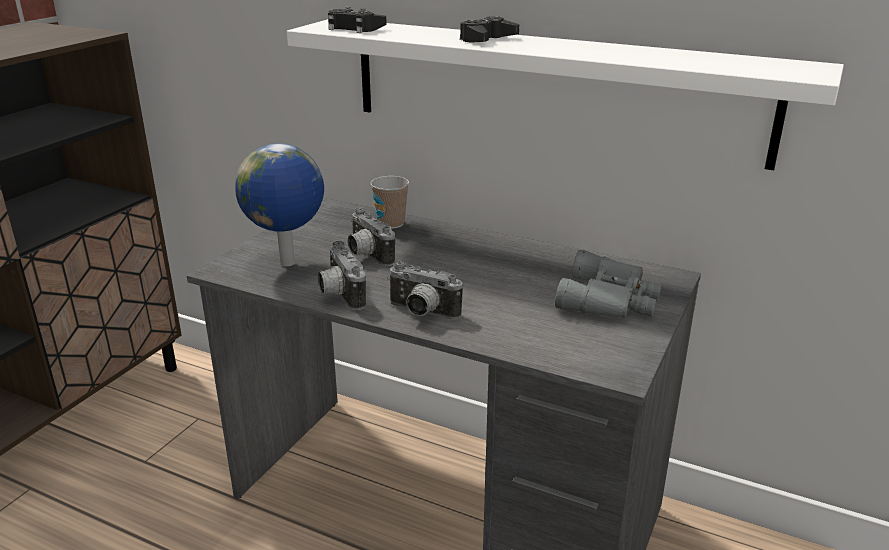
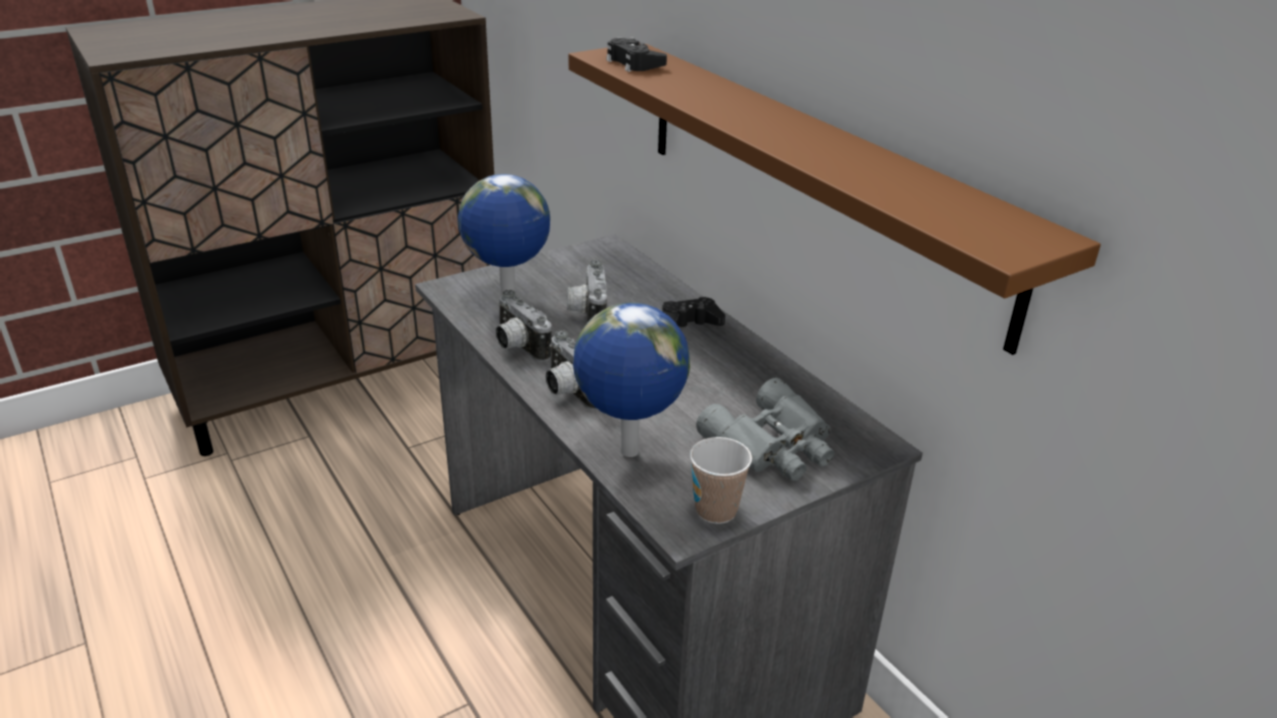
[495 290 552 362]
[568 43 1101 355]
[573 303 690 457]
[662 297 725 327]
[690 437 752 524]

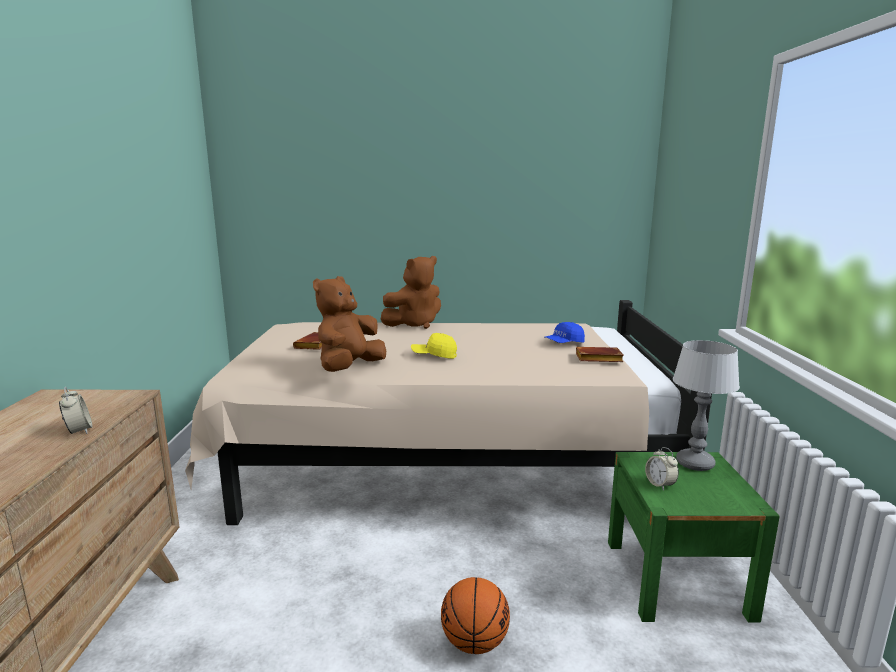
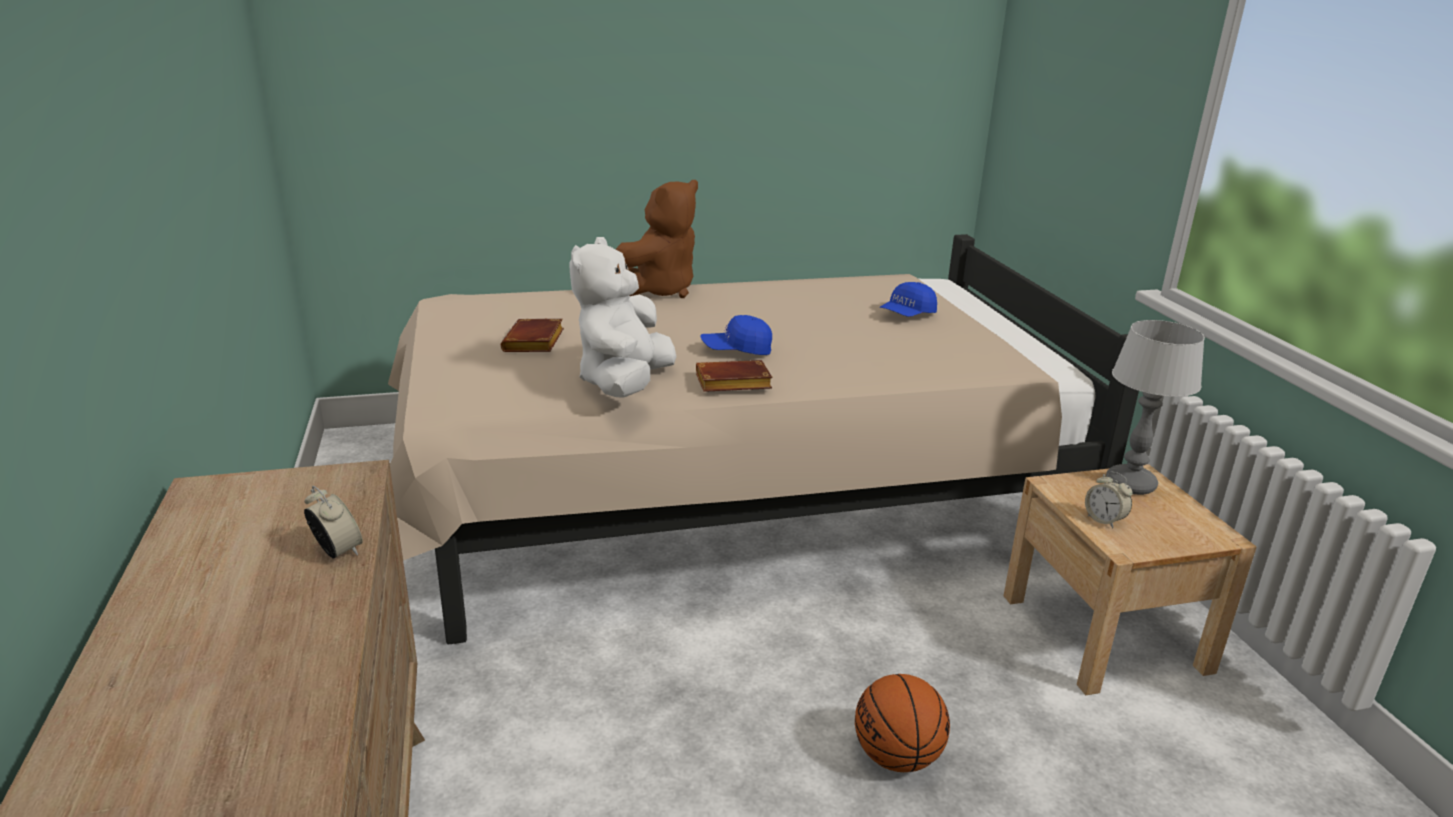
[569 237 677 398]
[696 360 772 392]
[700 315 772 355]
[1003 464 1257 695]

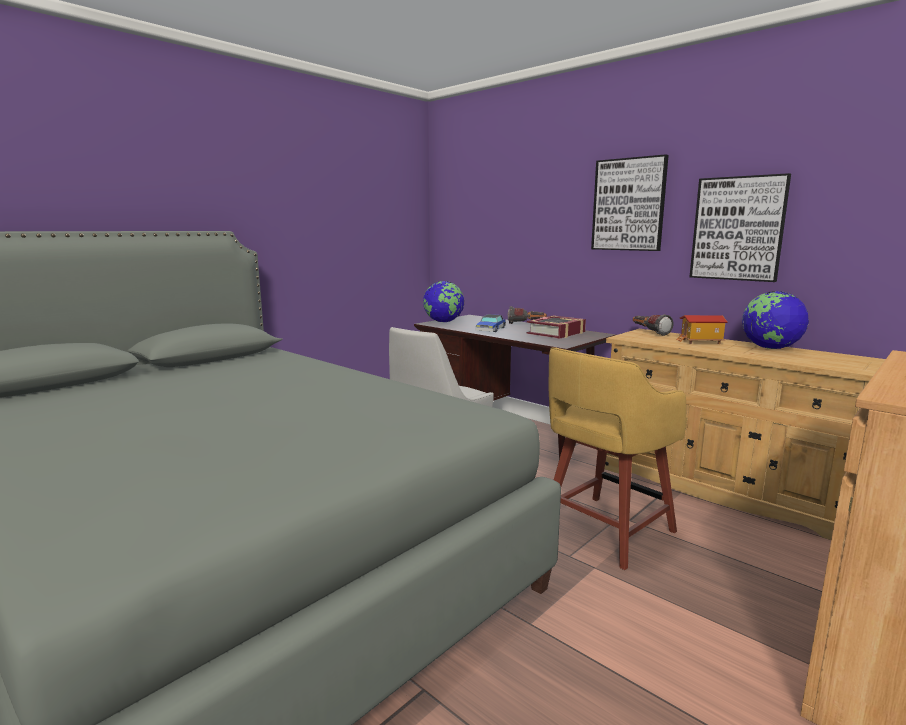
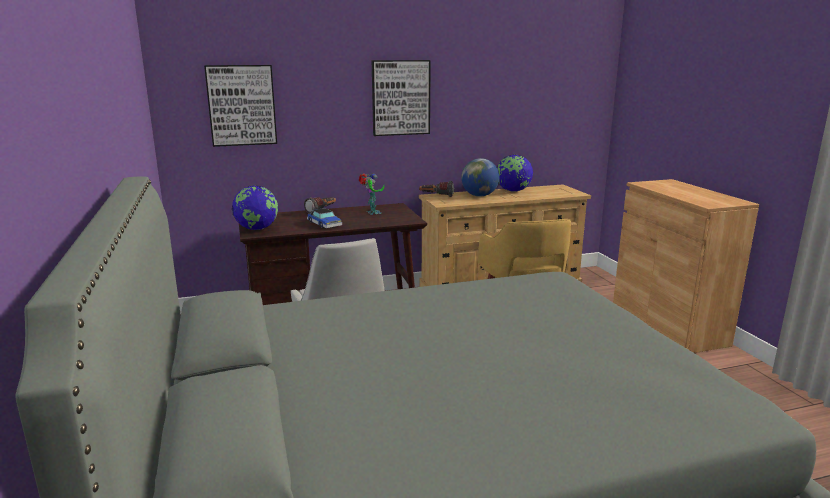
[204 65 277 147]
[359 173 385 215]
[461 158 499 197]

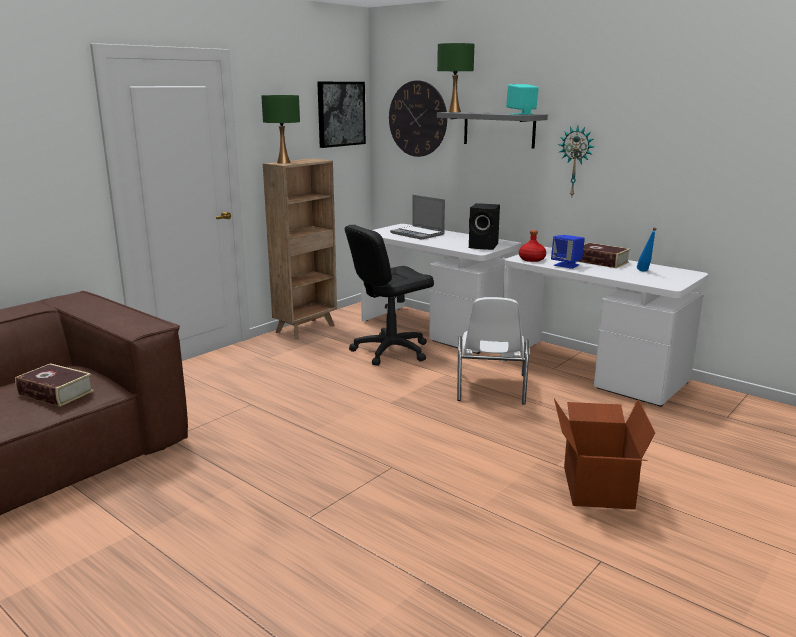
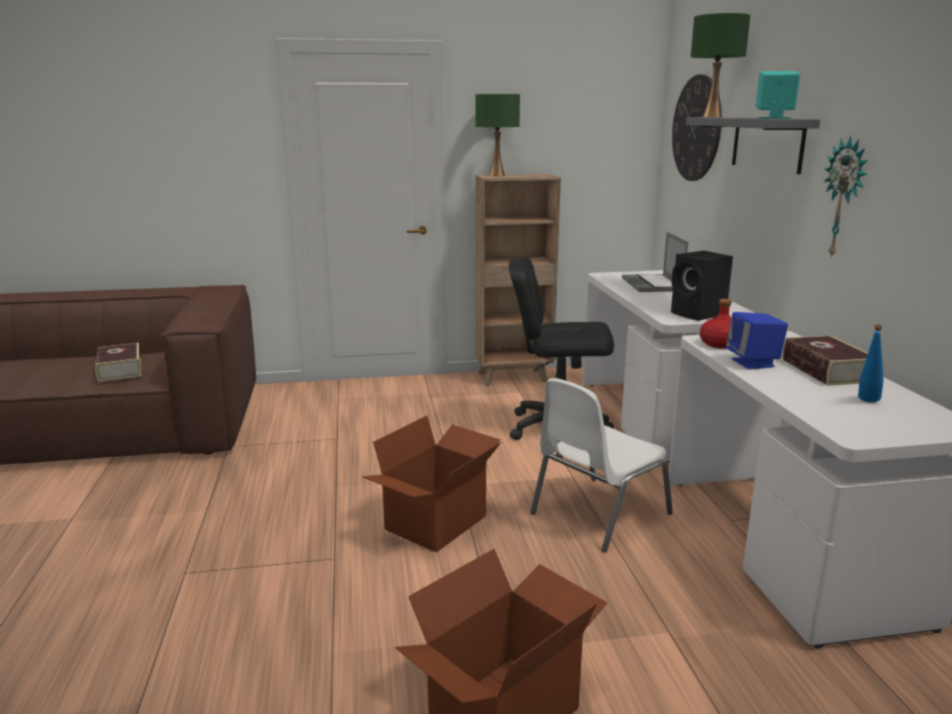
[362 415 501 552]
[317 82 366 148] (first image)

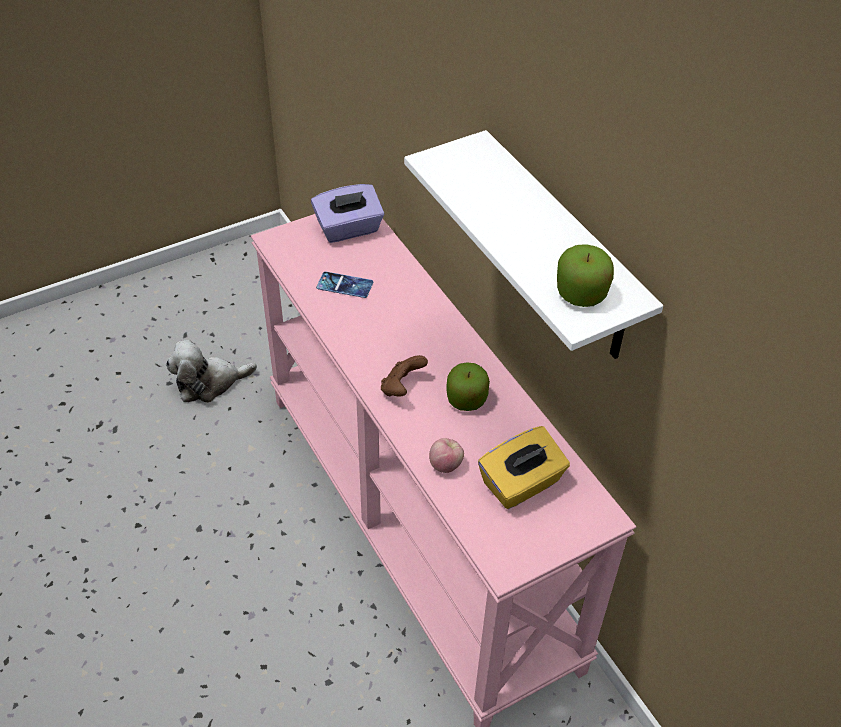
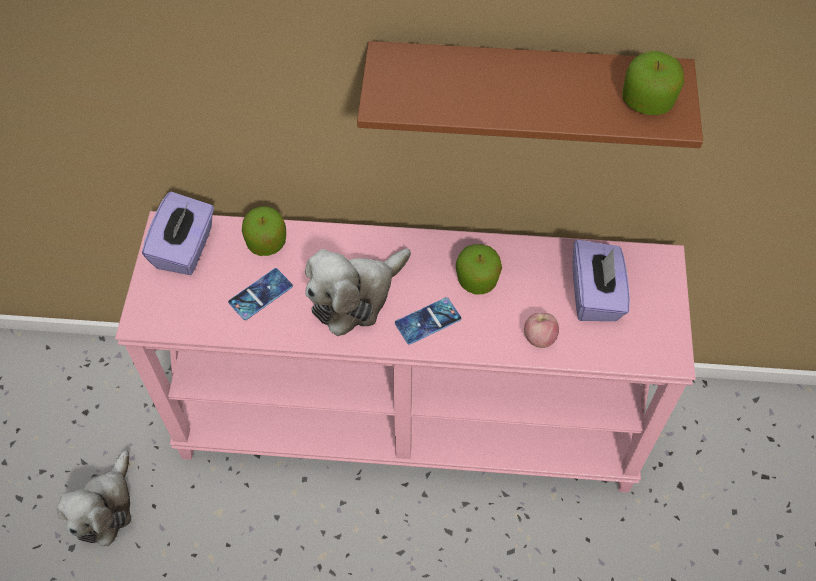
[242 206 286 256]
[305 249 411 336]
[357 41 703 148]
[395 297 461 345]
[573 240 630 321]

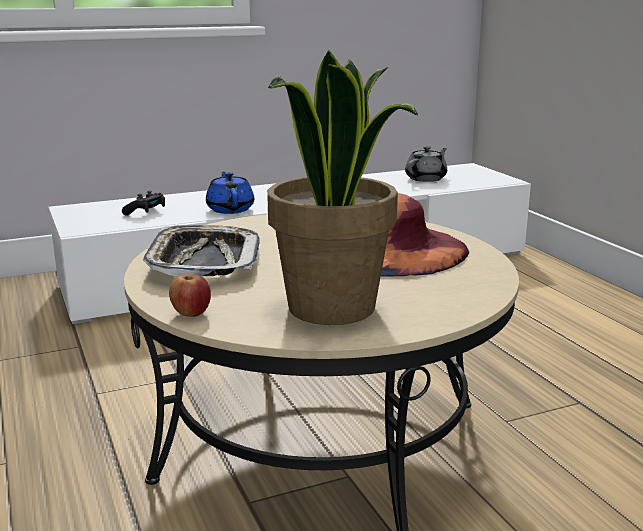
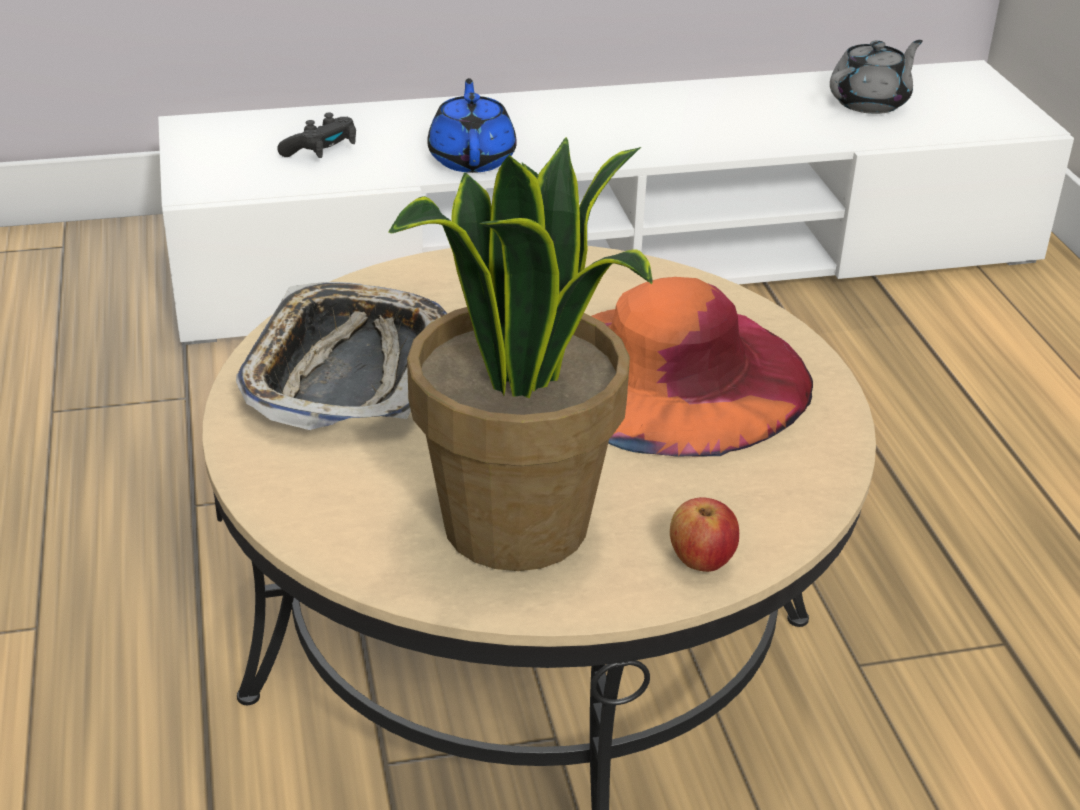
[670 497 739 572]

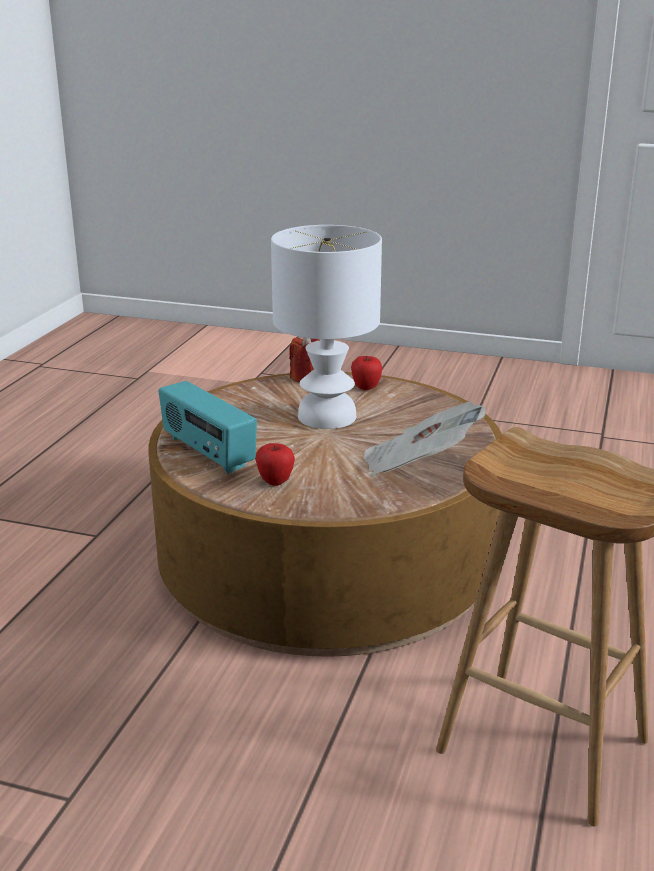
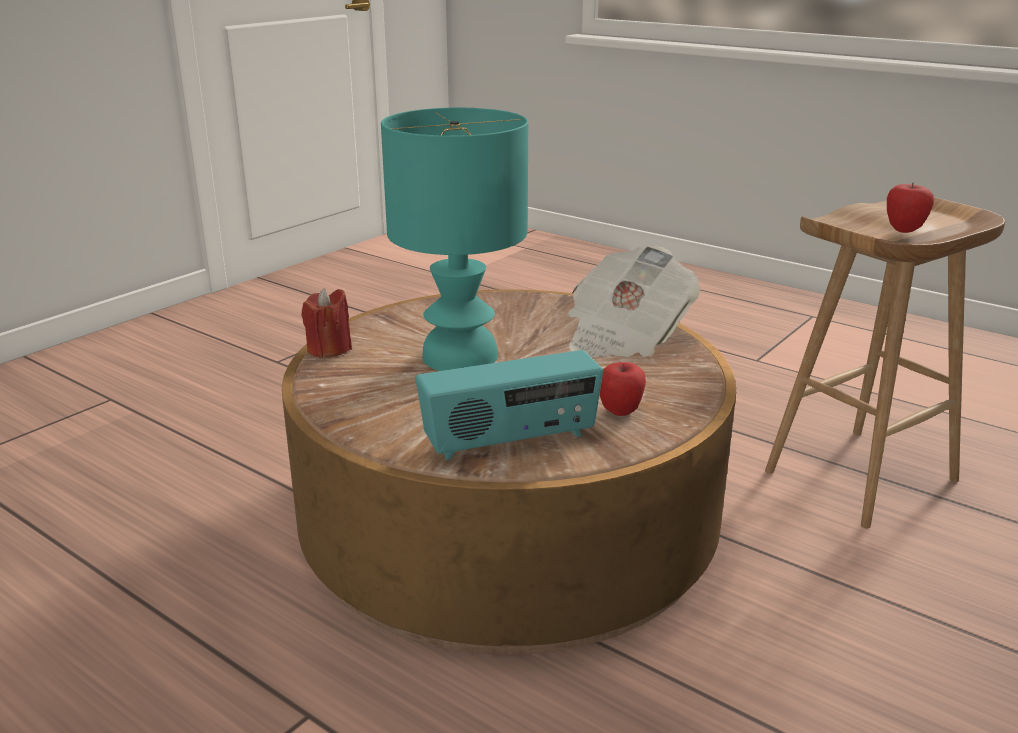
[381 108 528 371]
[887 182 934 233]

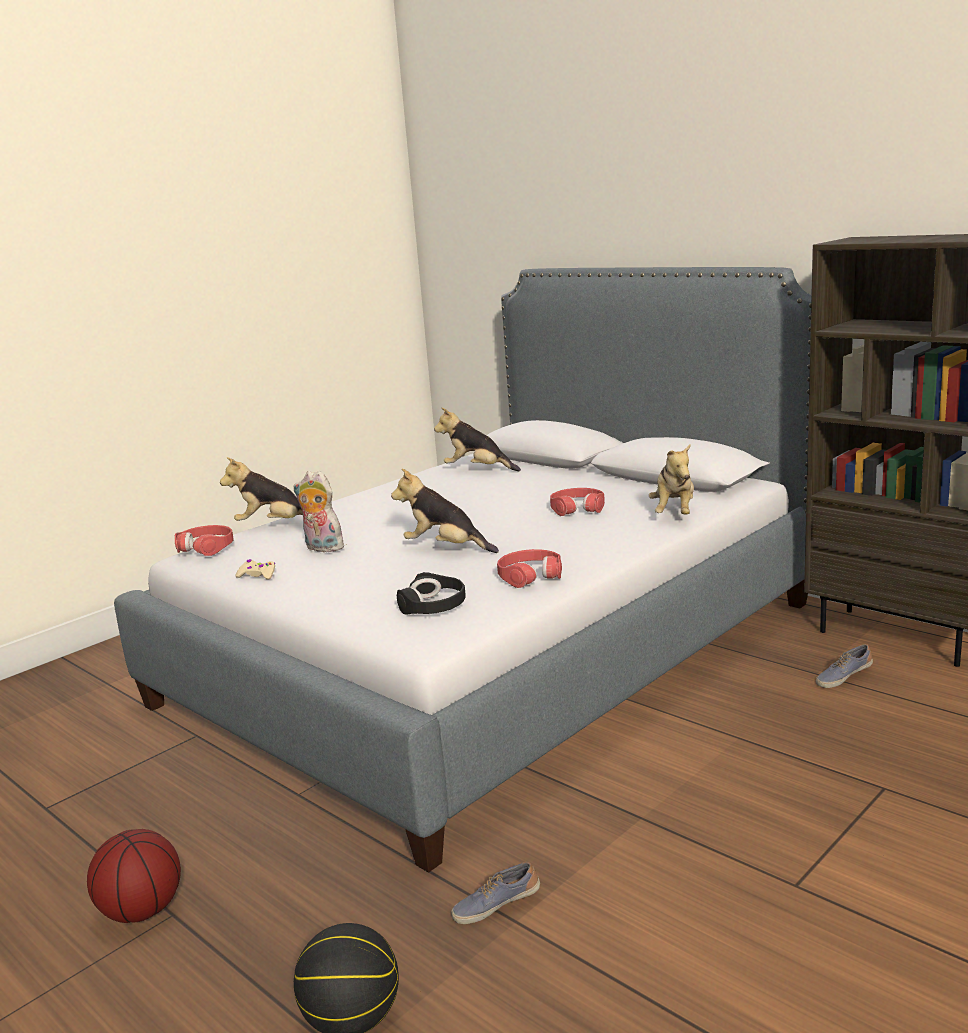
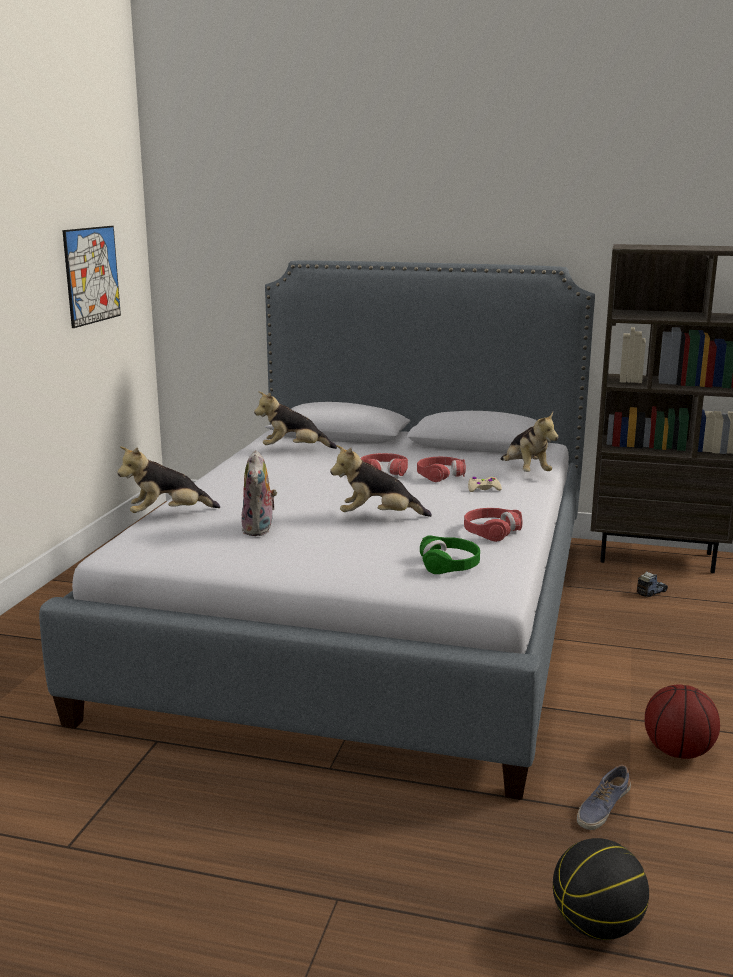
[62 226 121 328]
[242 450 277 536]
[360 453 408 476]
[420 535 480 574]
[468 477 502 492]
[637 571 668 597]
[645 684 720 759]

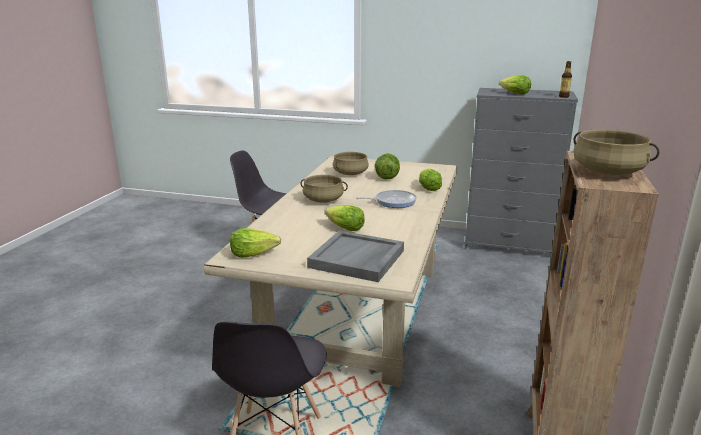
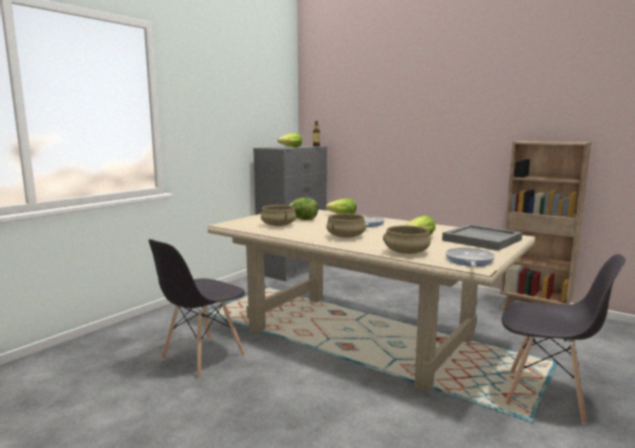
[383 225 431 254]
[445 248 495 266]

